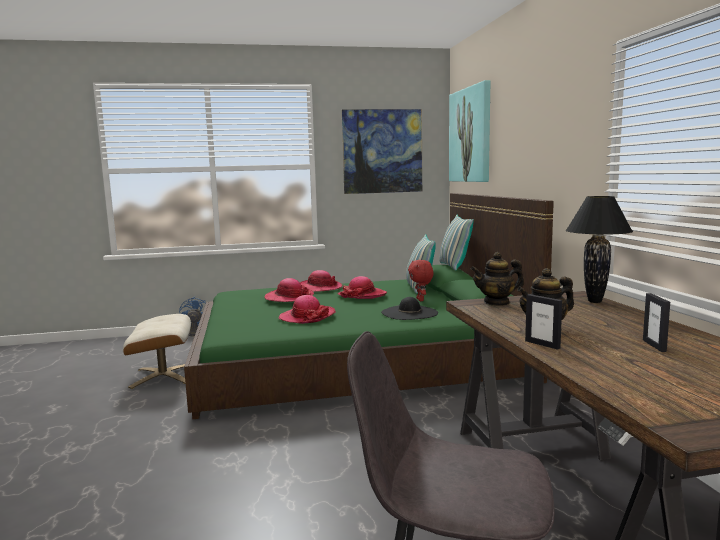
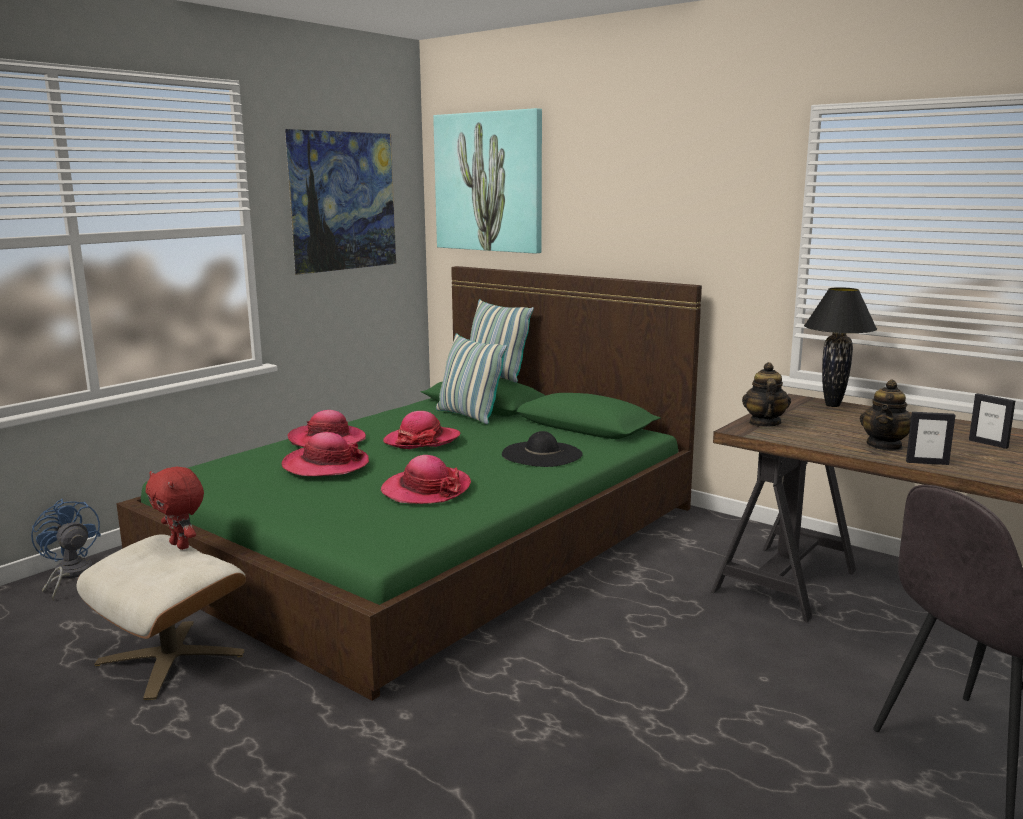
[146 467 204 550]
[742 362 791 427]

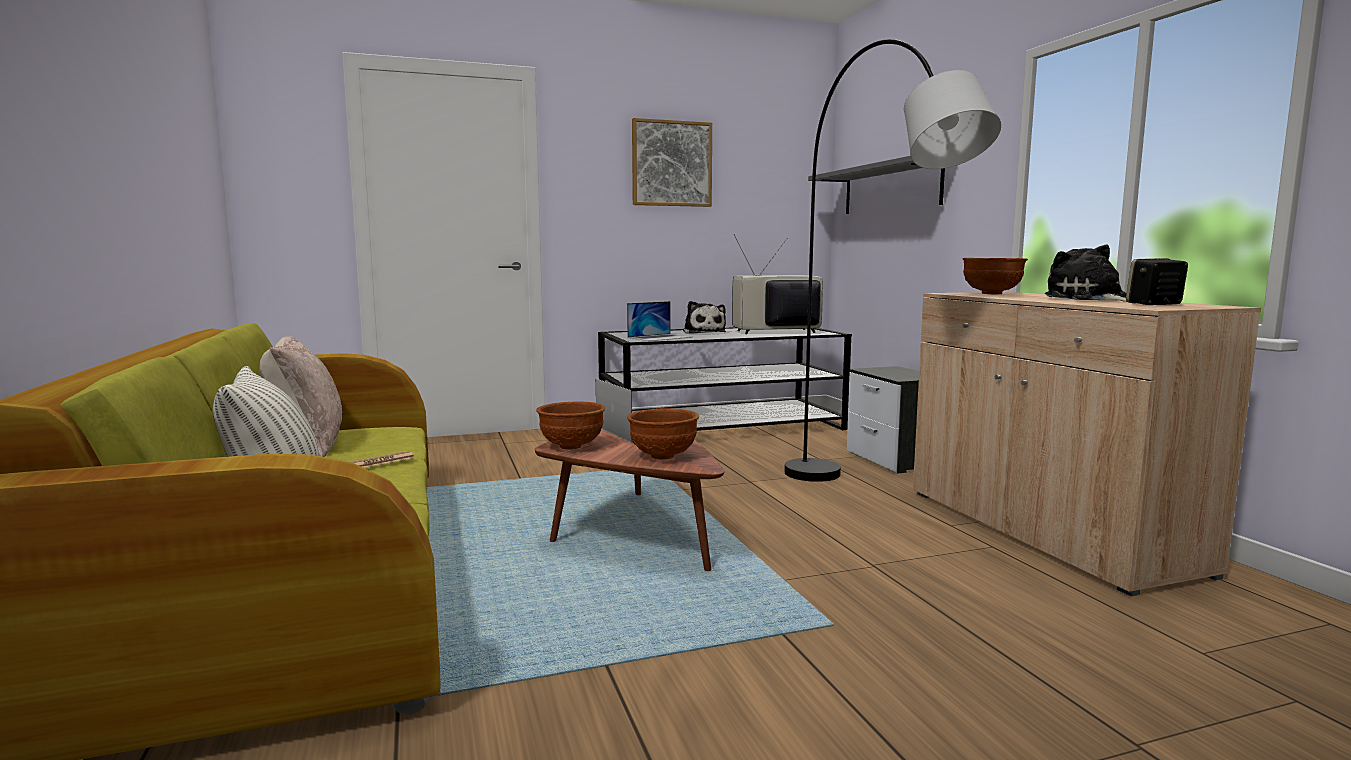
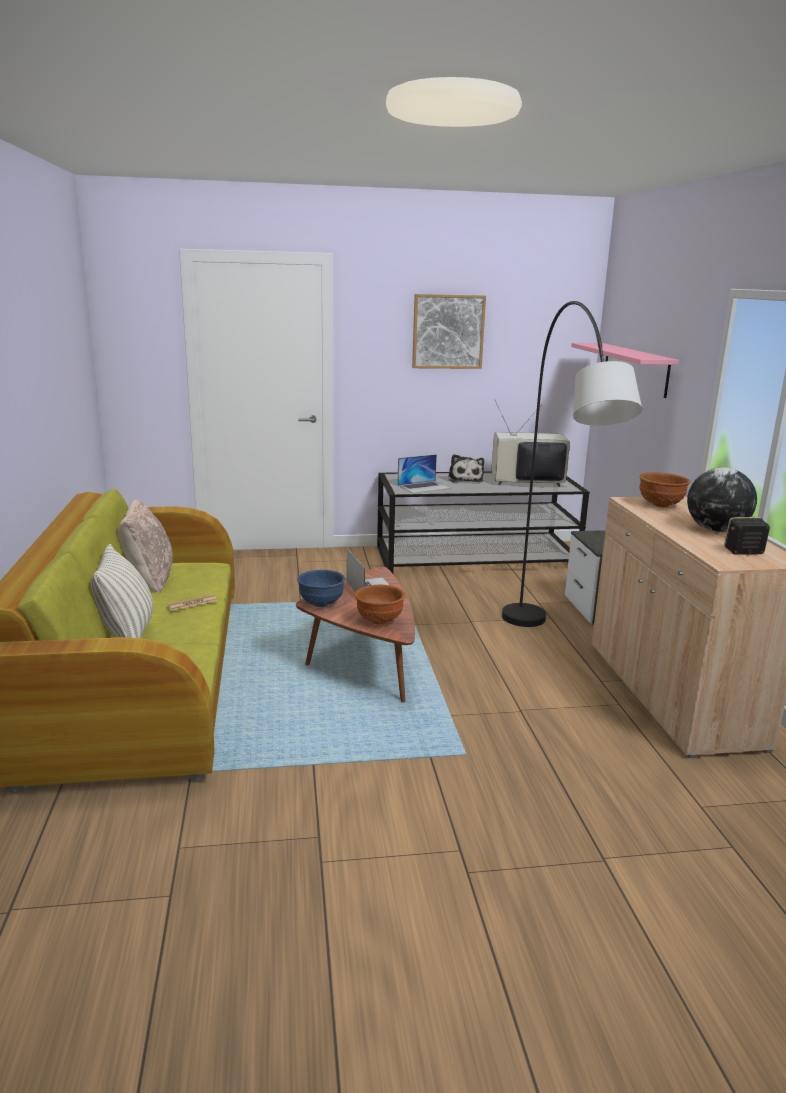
[297 570 345 607]
[571 343 679 398]
[687 468 757 532]

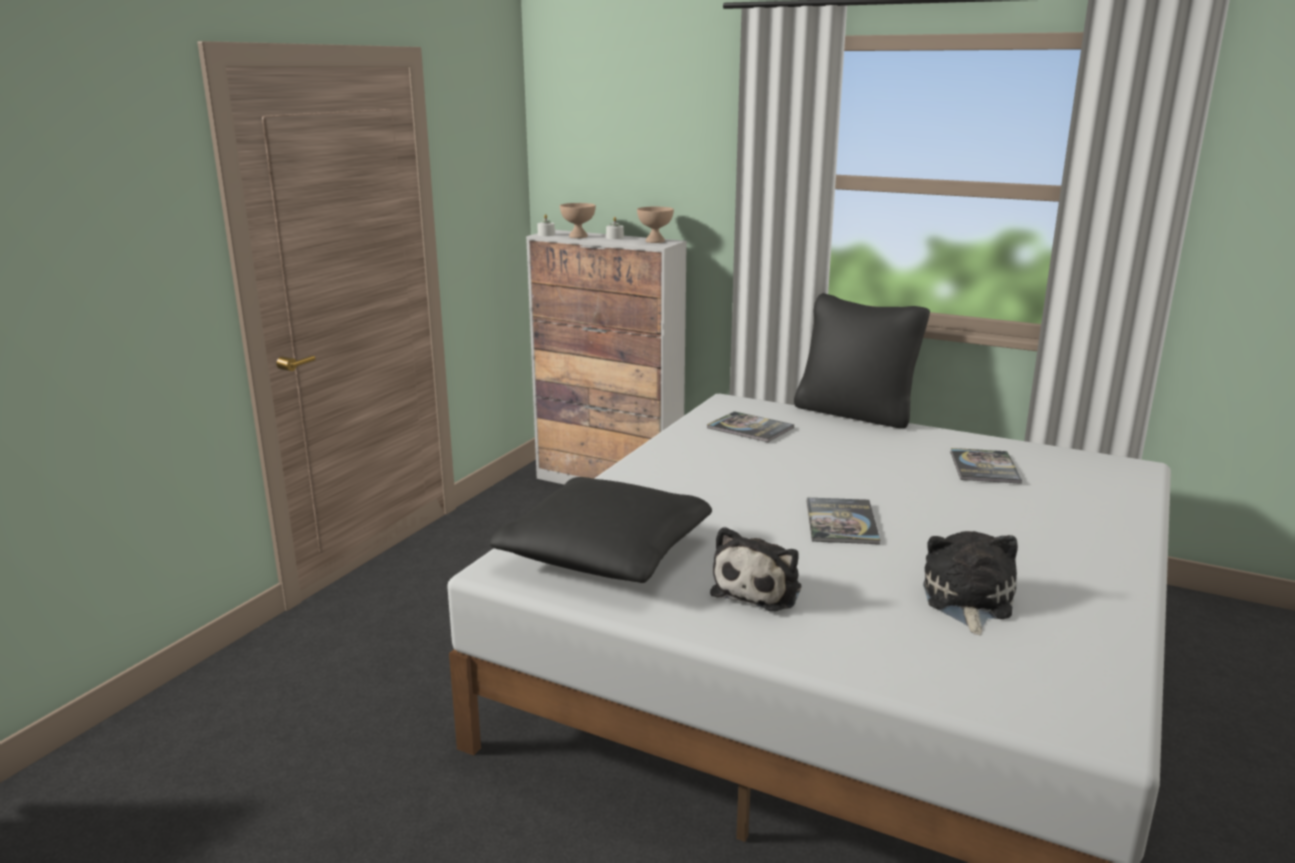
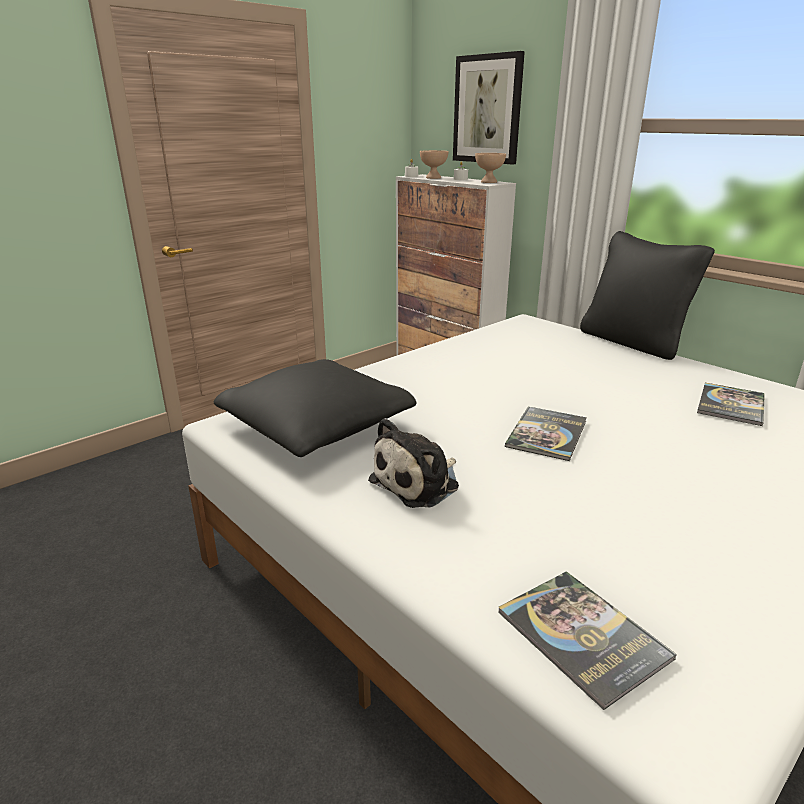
[453 51 525 165]
[498 571 677 710]
[923 531 1018 635] (first image)

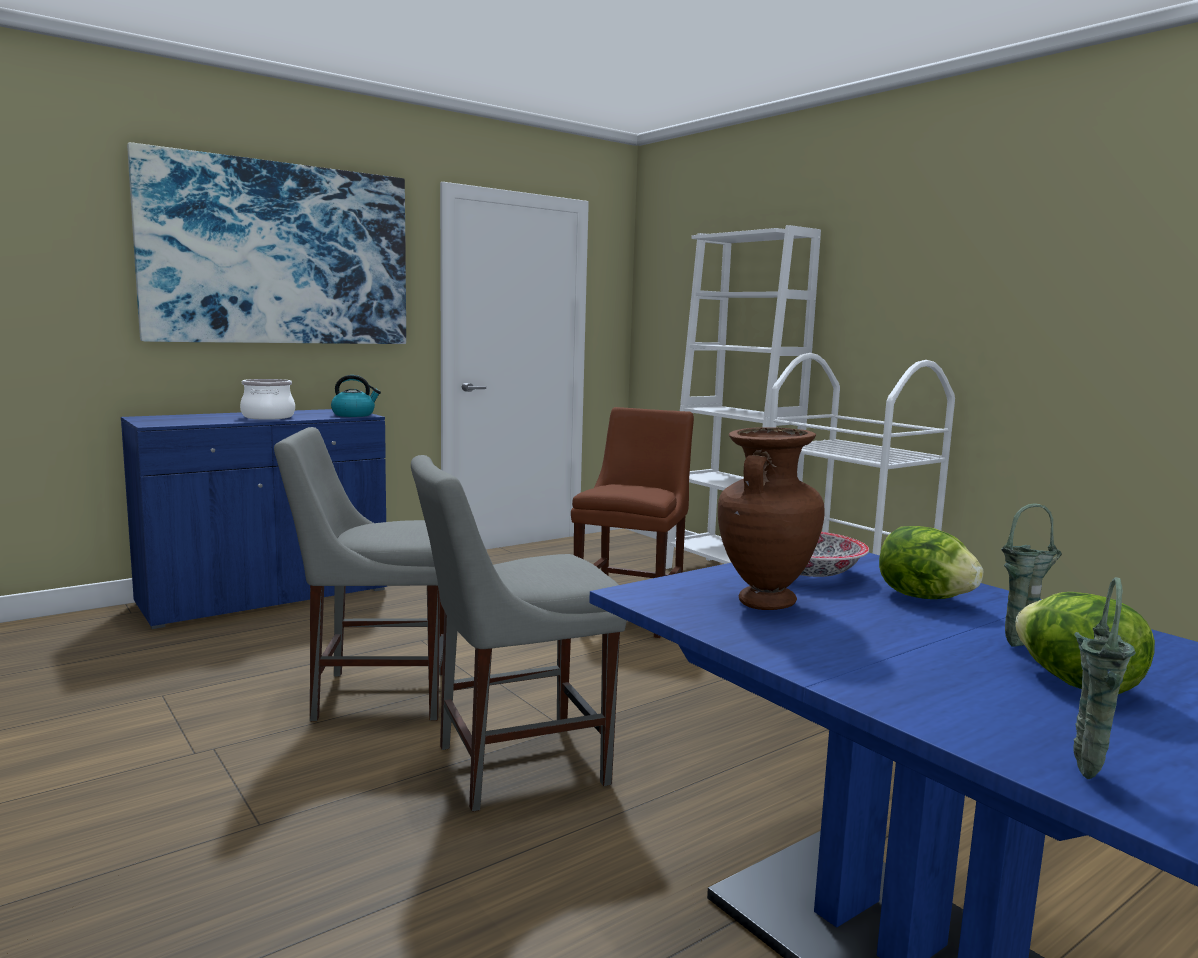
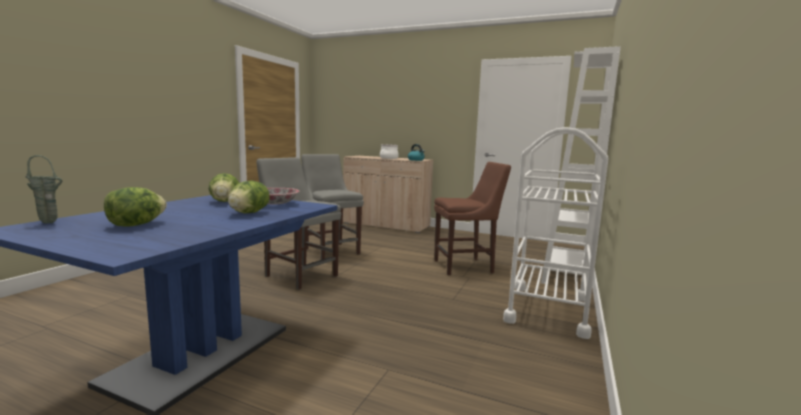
[209 173 239 202]
[343 156 433 233]
[127 142 406 344] (first image)
[1001 503 1062 647] (first image)

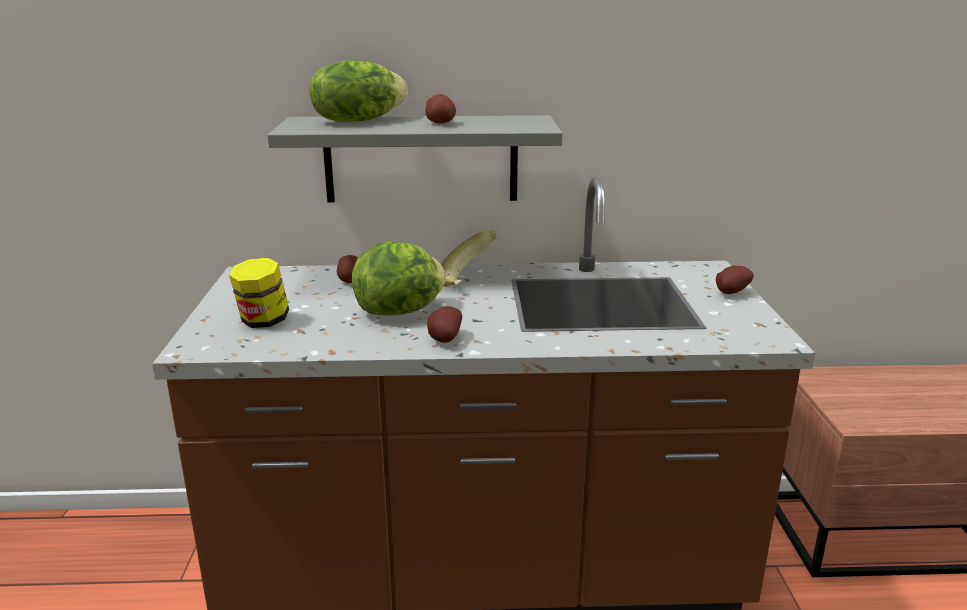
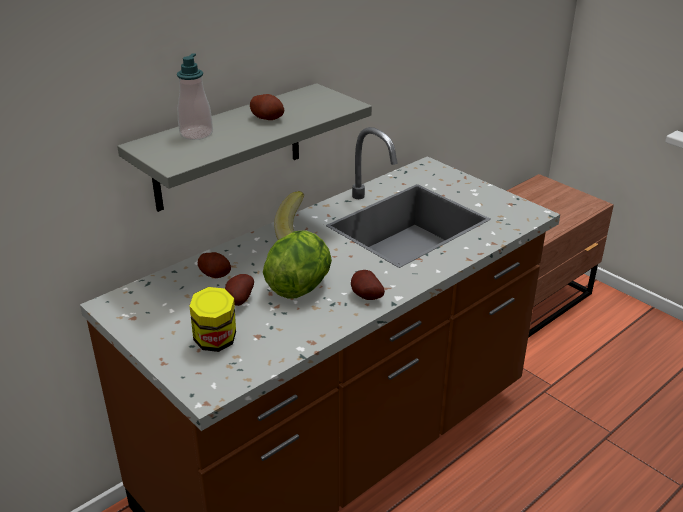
[177 53 213 140]
[225 274 254 306]

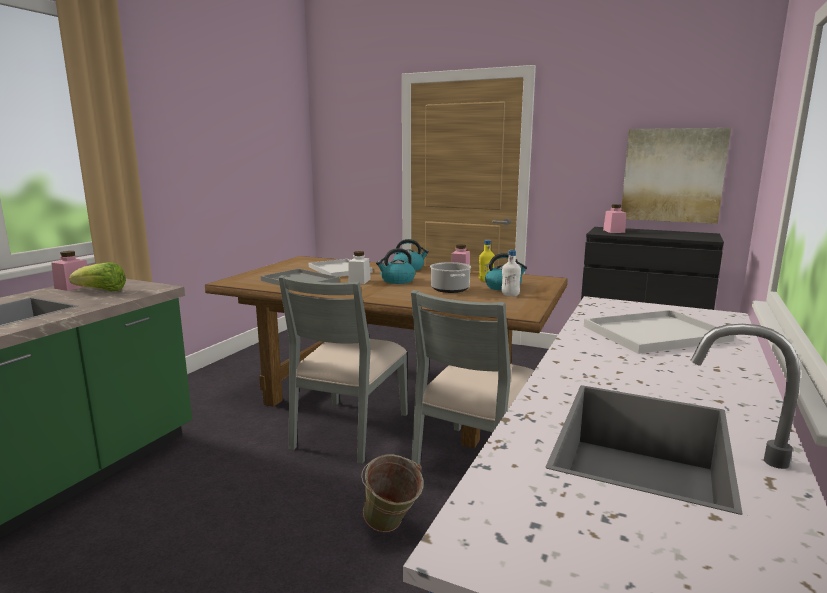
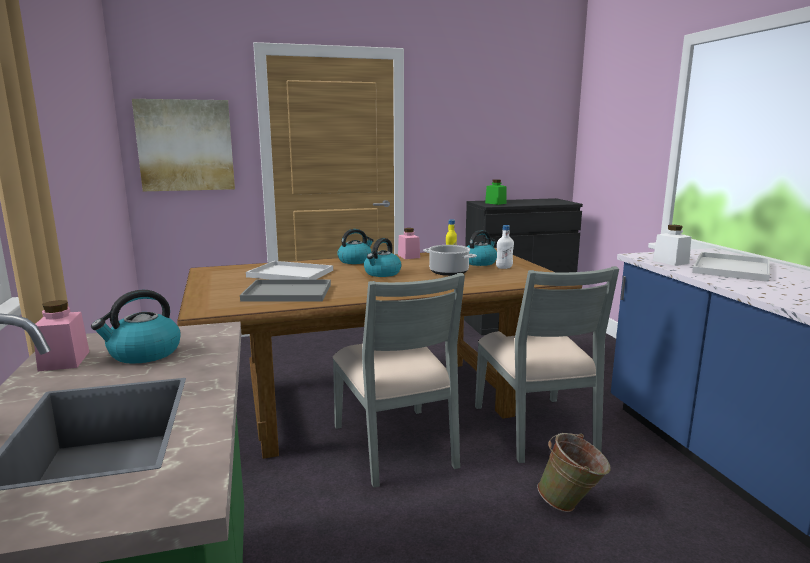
[91 290 181 364]
[132 99 235 191]
[485 179 506 205]
[653 225 691 266]

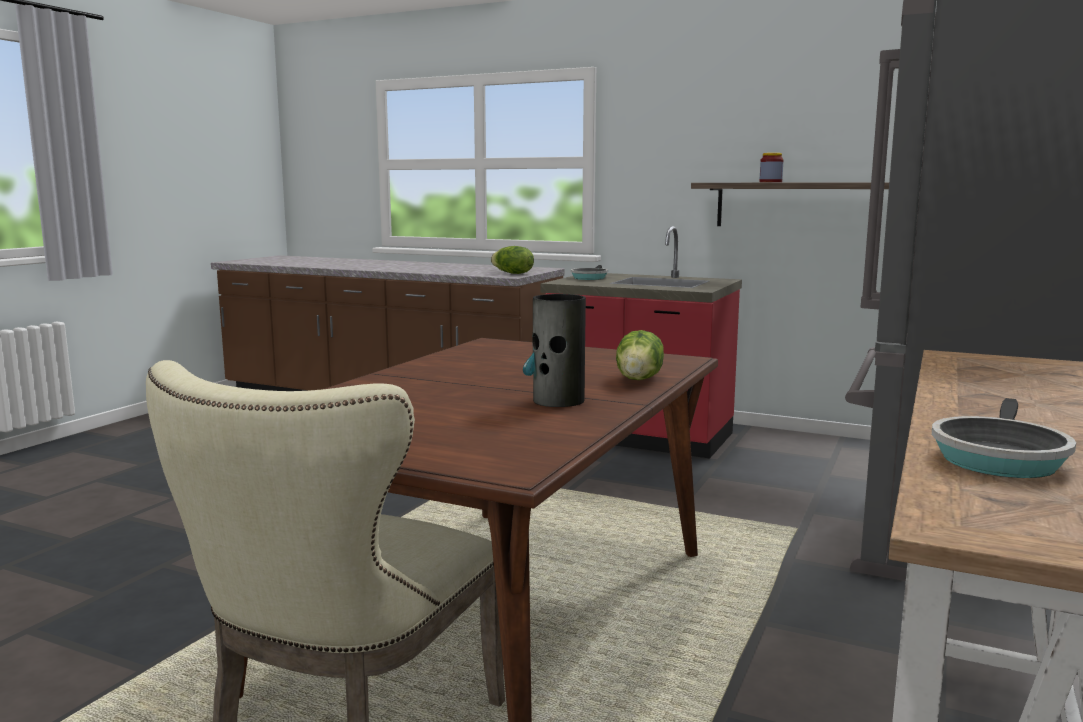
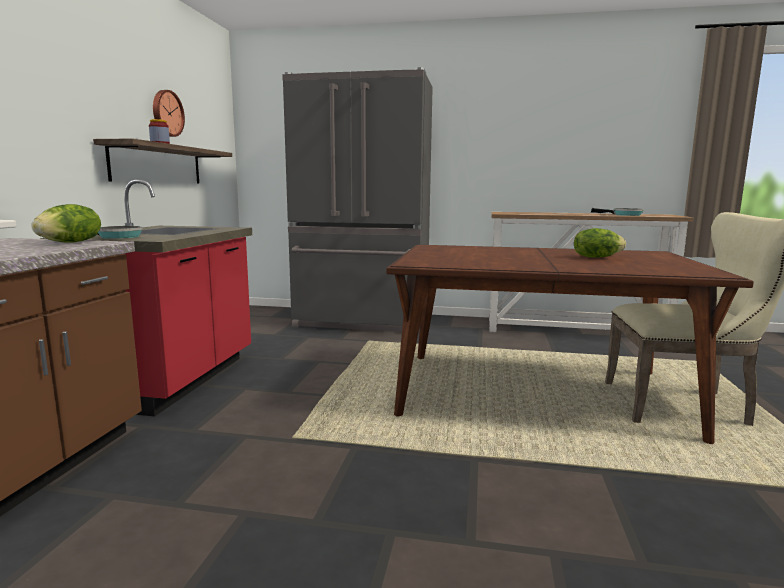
[153 90 185 137]
[574 228 626 258]
[523 294 586 407] (first image)

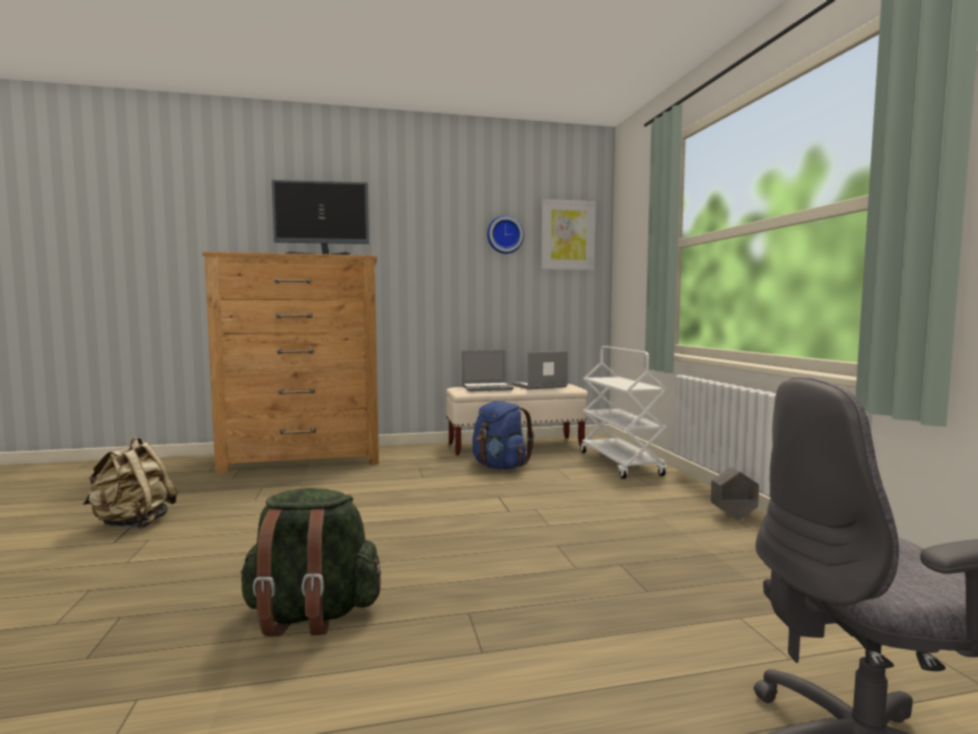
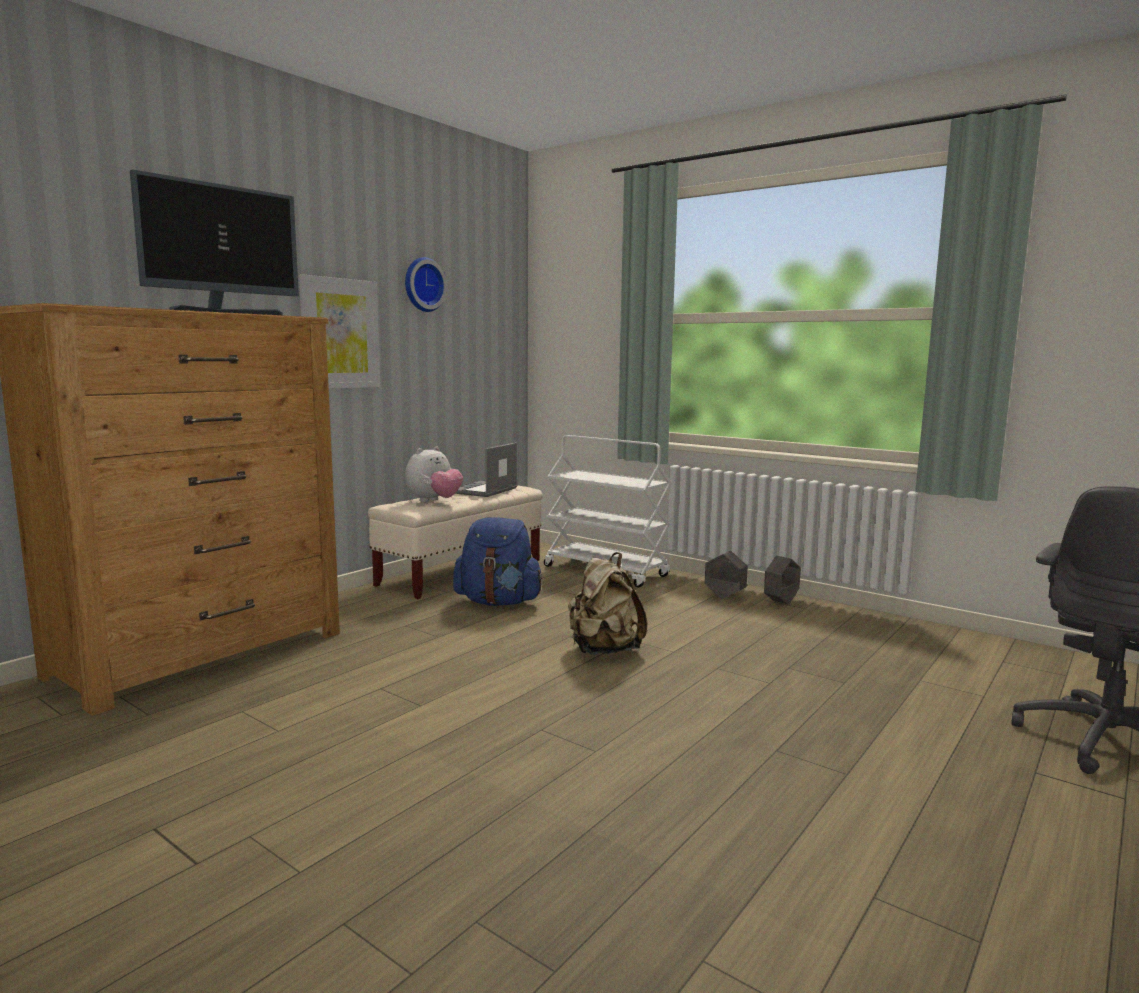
[299 274 380 389]
[405 446 463 502]
[568 552 647 655]
[705 551 748 599]
[240 488 381 636] (first image)

